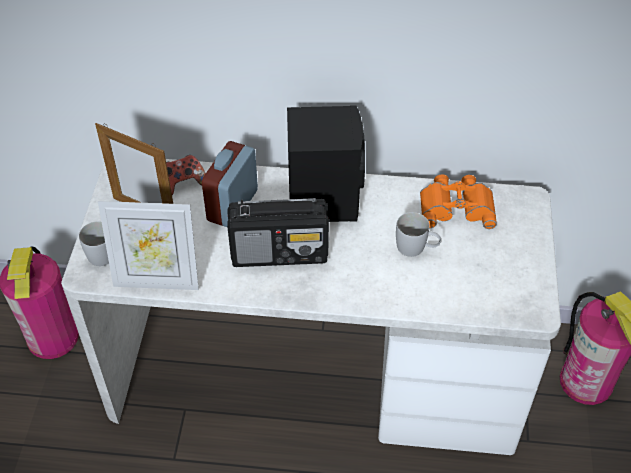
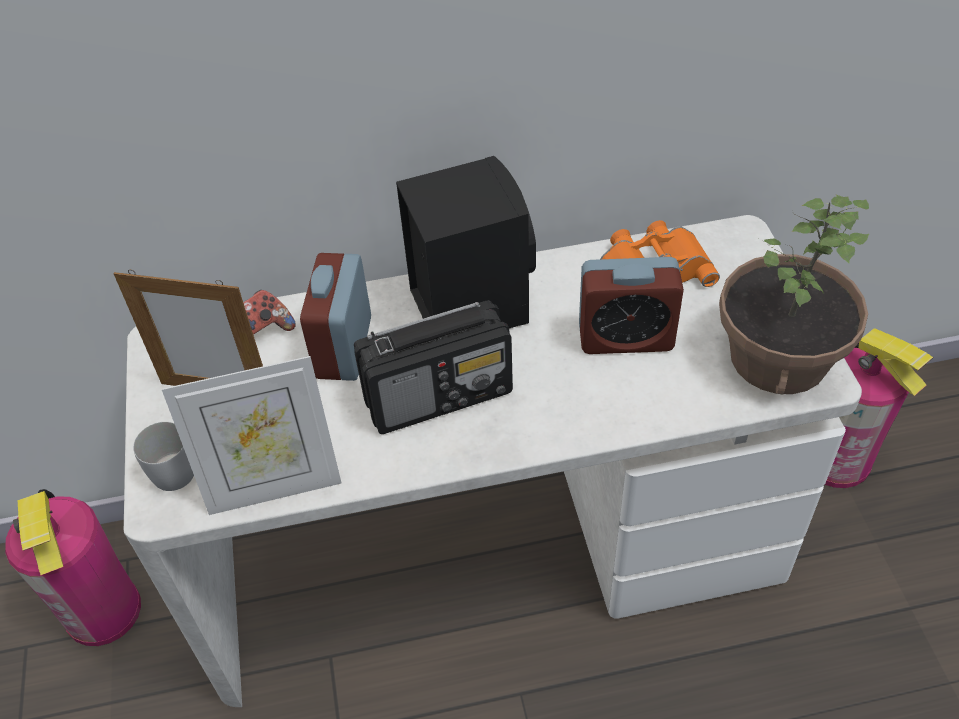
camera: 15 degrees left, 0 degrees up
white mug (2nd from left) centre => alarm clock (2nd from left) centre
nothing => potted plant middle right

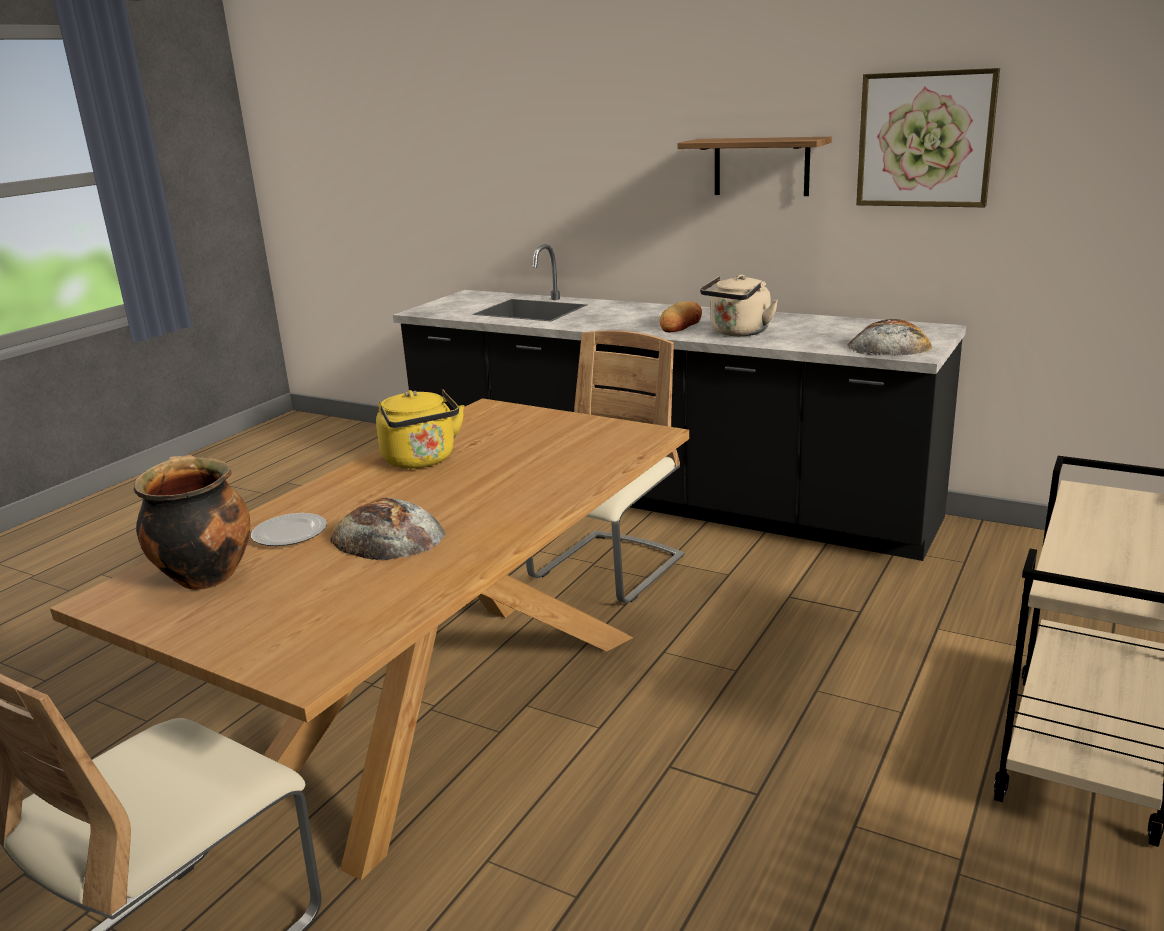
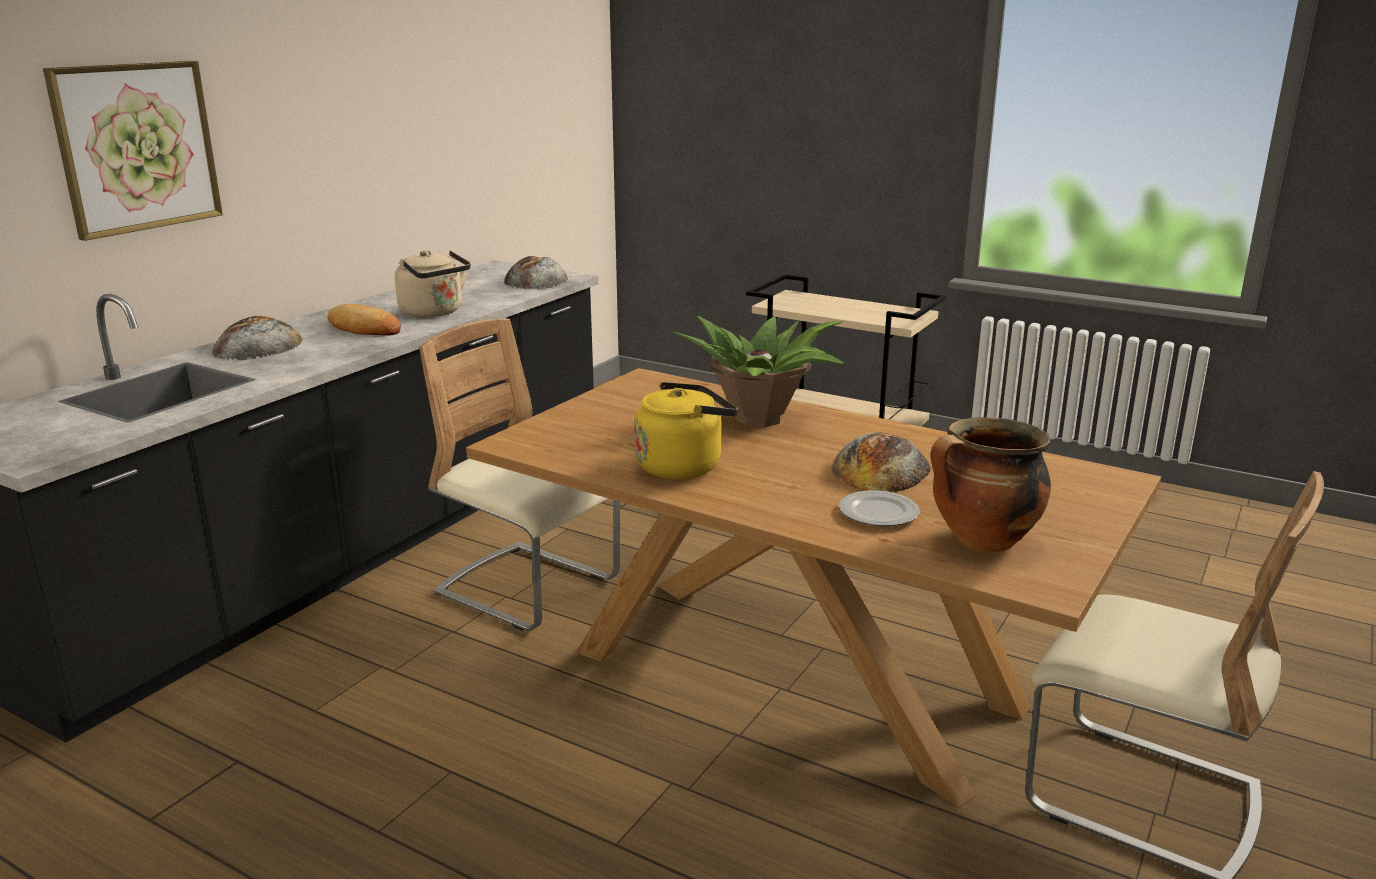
camera: 90 degrees left, 0 degrees up
shelf top centre => nothing
picture top right => picture top left, move
nothing => bread (1st from left) middle left
nothing => potted plant centre

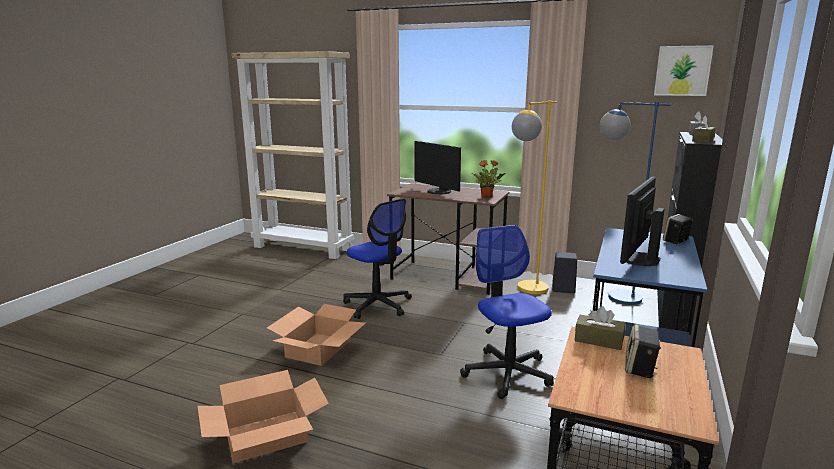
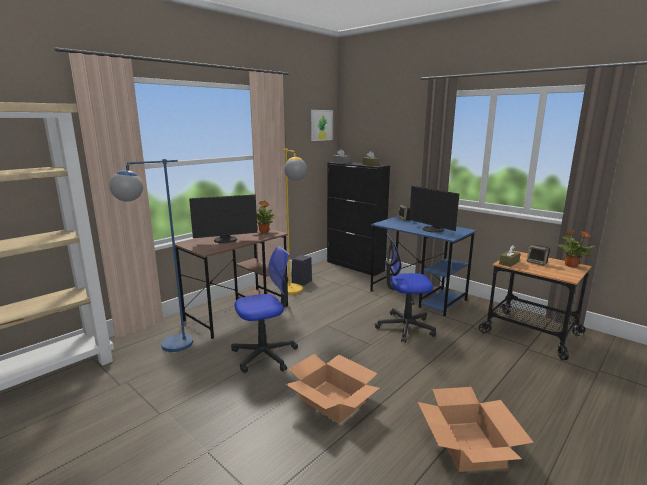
camera: 70 degrees left, 0 degrees up
blue floor lamp middle right => blue floor lamp middle left, move
nothing => potted plant (2nd from left) middle right

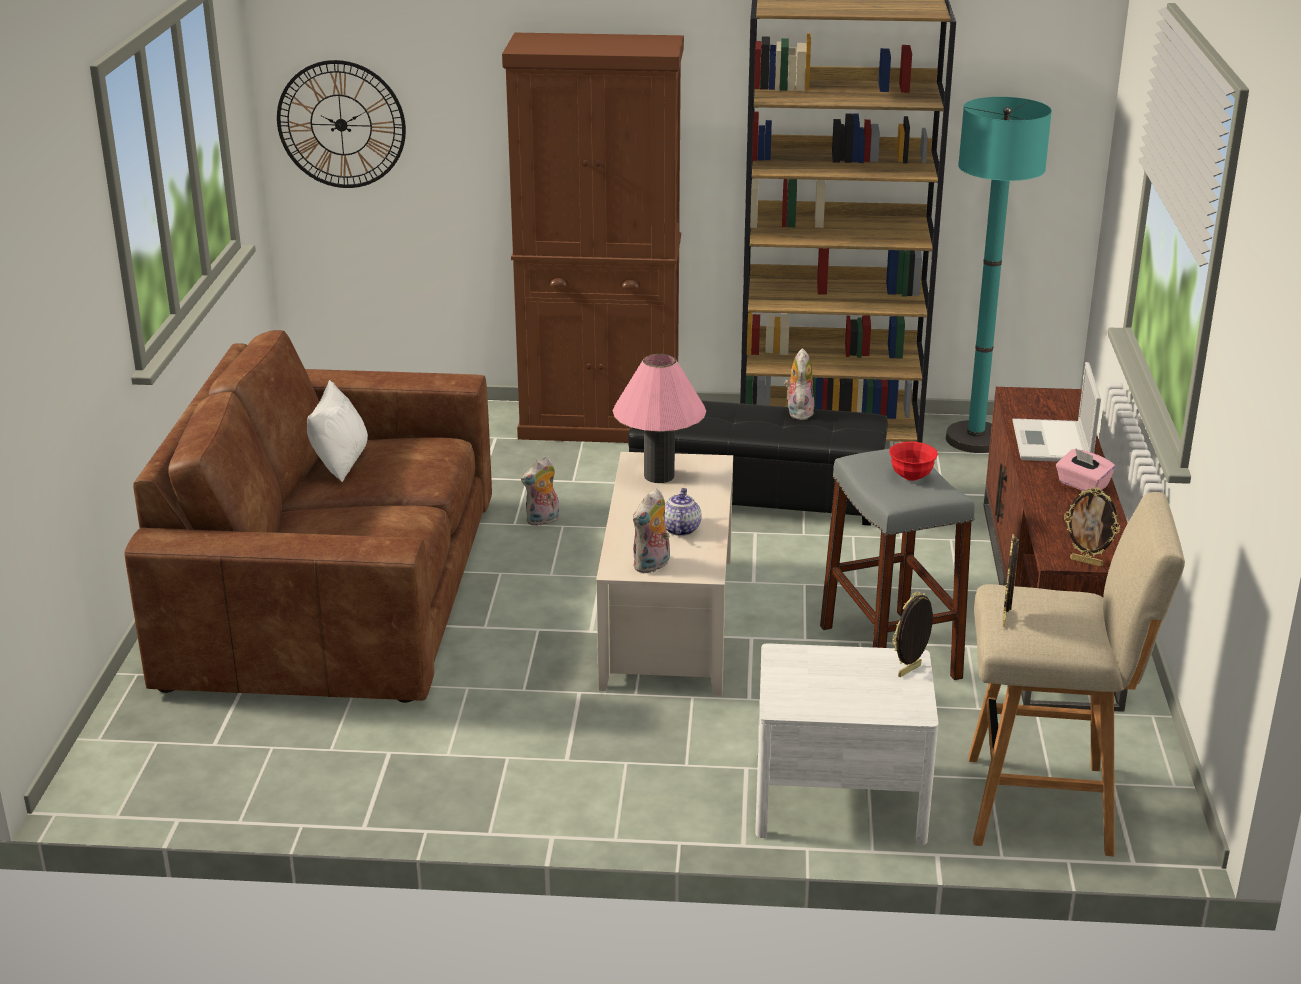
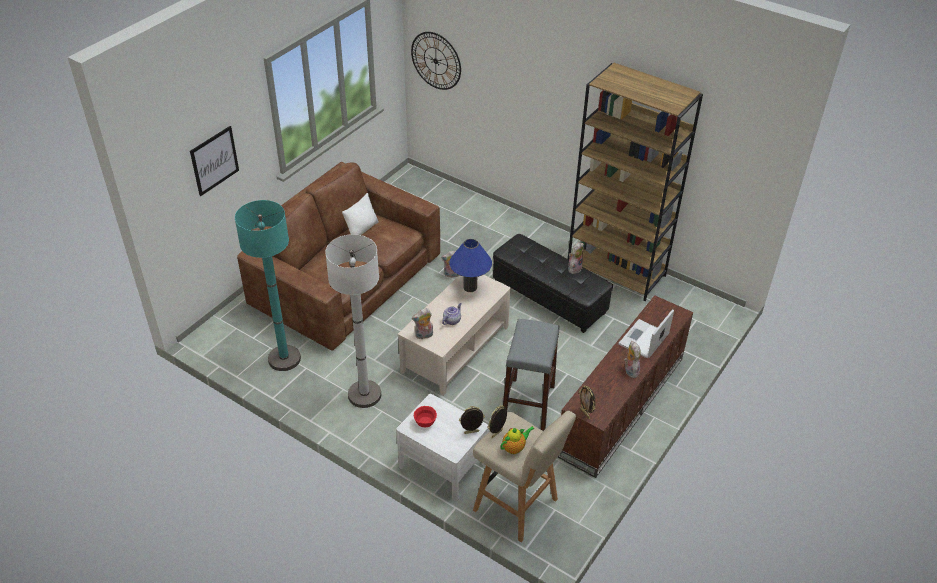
camera: 30 degrees right, 15 degrees up
brown cabinet top centre => nothing
pink table lamp centre => blue table lamp centre
red bowl middle right => red bowl bottom centre, move
turquoise floor lamp top right => turquoise floor lamp middle left, move
pink tissue box middle right => plush toy (4th from left) middle right
nothing => picture top left
nothing => white floor lamp centre
nothing => teapot (2nd from left) bottom centre

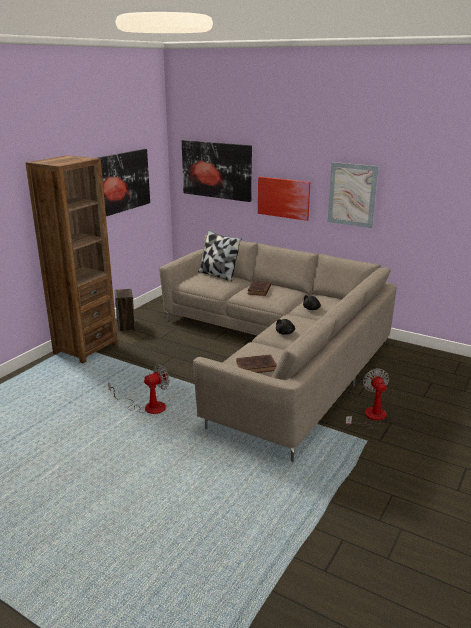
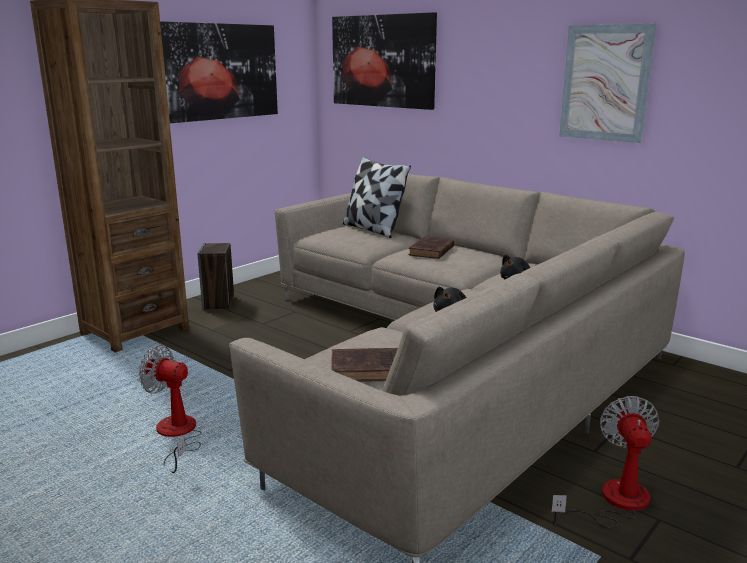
camera: 10 degrees right, 5 degrees down
fan (1st from left) middle left => fan (1st from left) bottom left, 135 degrees counterclockwise
picture (3rd from left) top centre => nothing

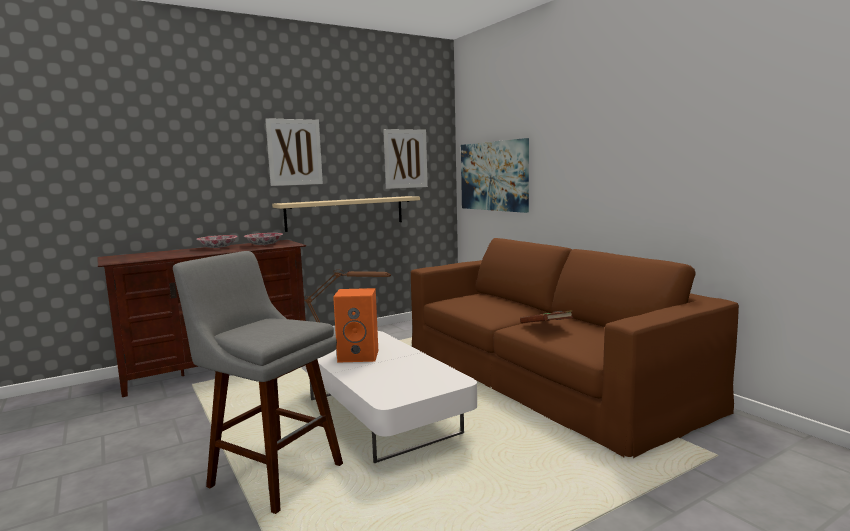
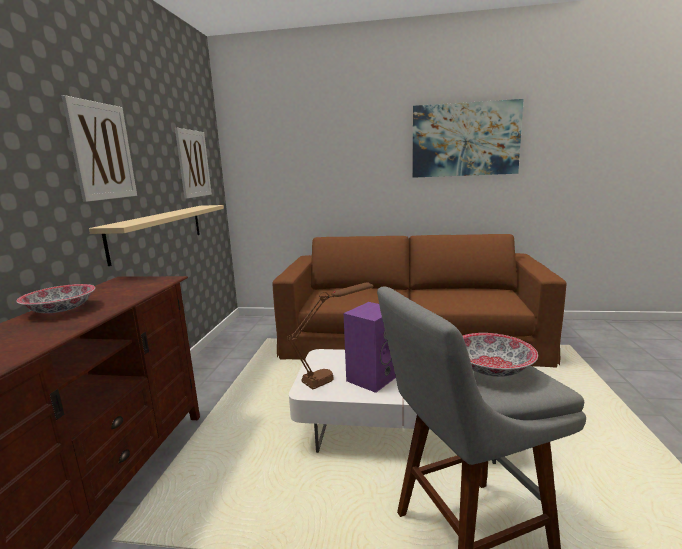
camera: 50 degrees left, 5 degrees up
bowl (2nd from left) middle left => bowl (2nd from left) middle right, move
orange speaker centre => purple speaker centre
picture (3rd from left) top centre => picture (3rd from left) top right, move
brown book centre => nothing

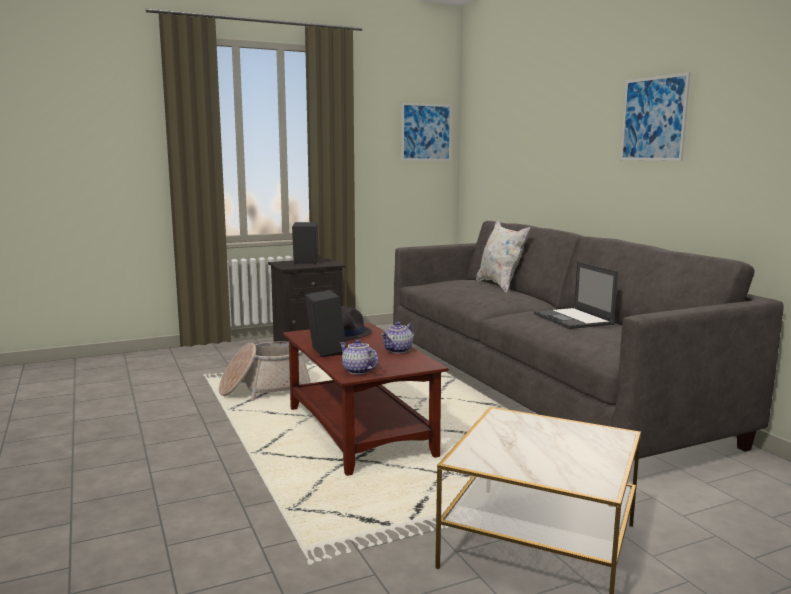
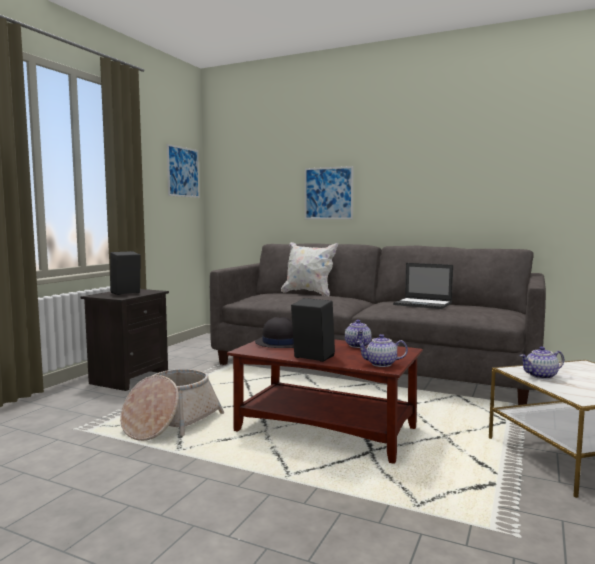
camera: 40 degrees left, 5 degrees down
picture (2nd from left) top right => picture (2nd from left) centre, move
nothing => teapot (3rd from left) middle right

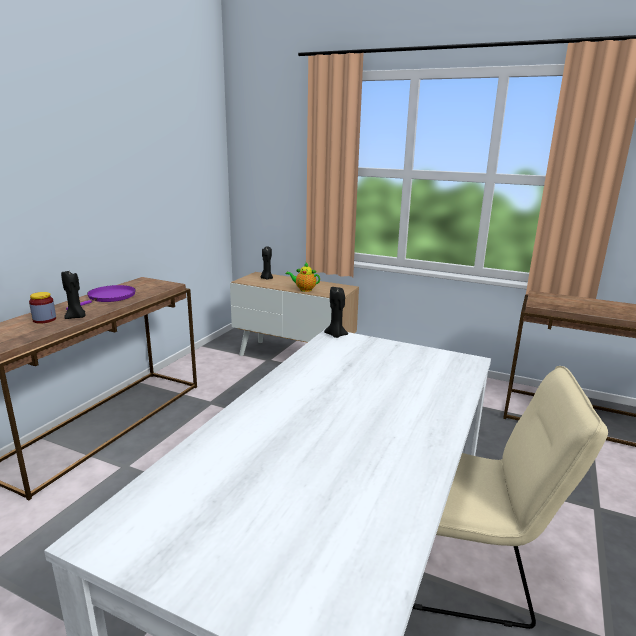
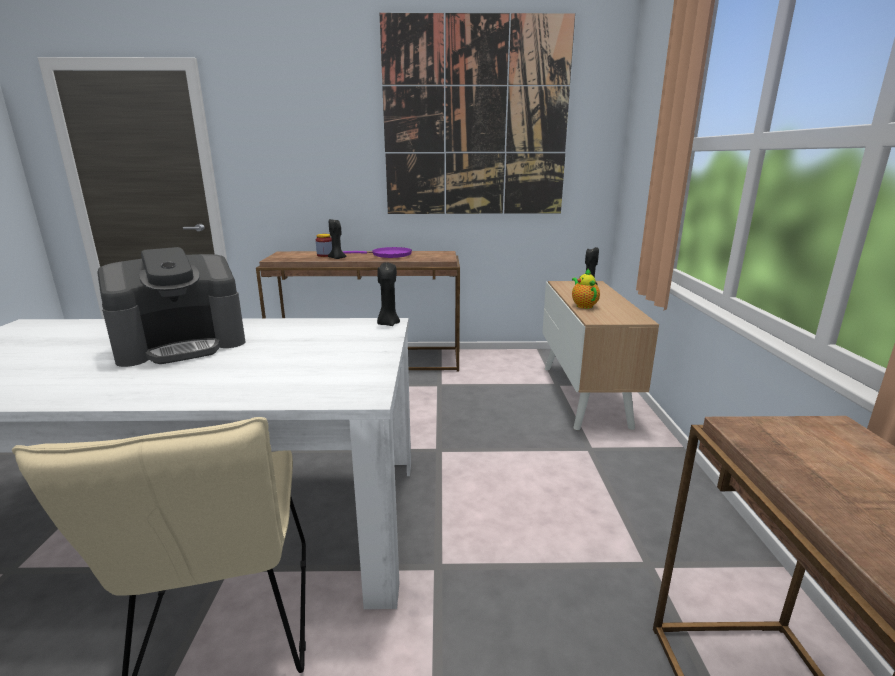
camera: 65 degrees right, 0 degrees up
nothing => coffee machine middle left
nothing => picture top centre

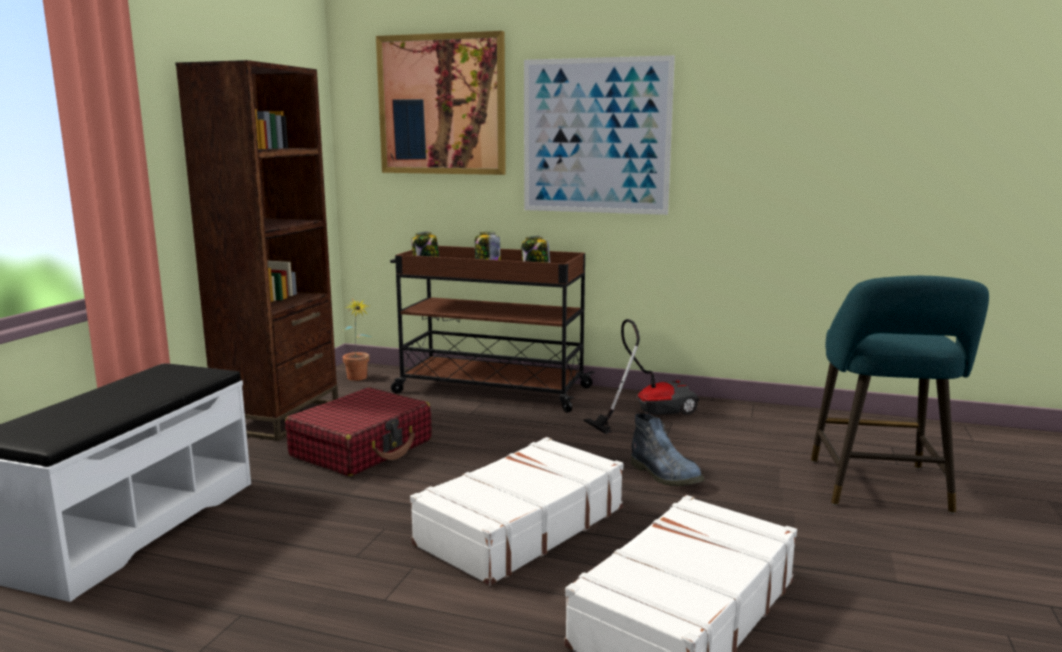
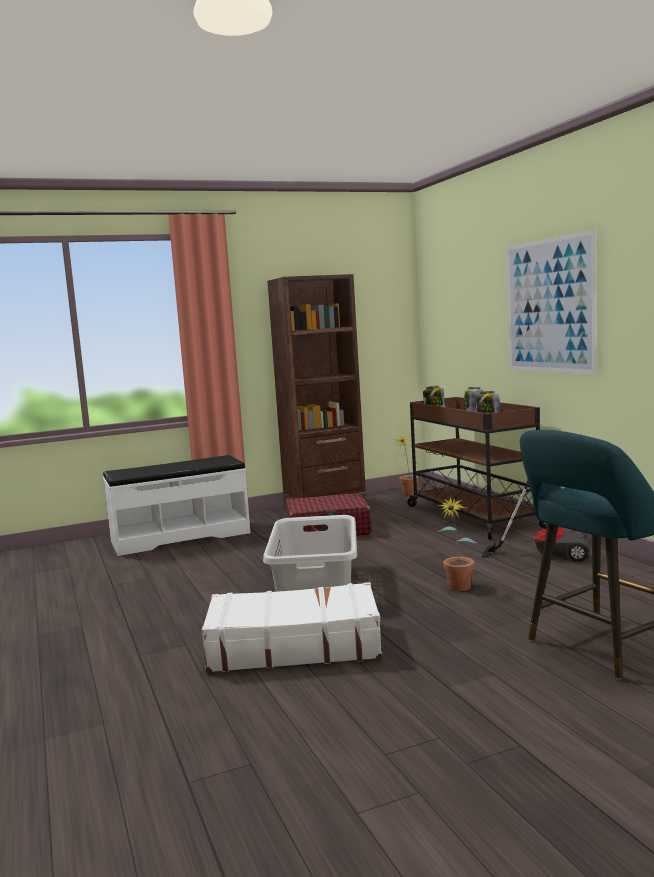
camera: 50 degrees right, 5 degrees down
picture (1st from left) top centre => nothing
white suitcase (1st from left) bottom centre => grey laundry basket centre
boot bottom centre => potted plant (2nd from left) middle right

